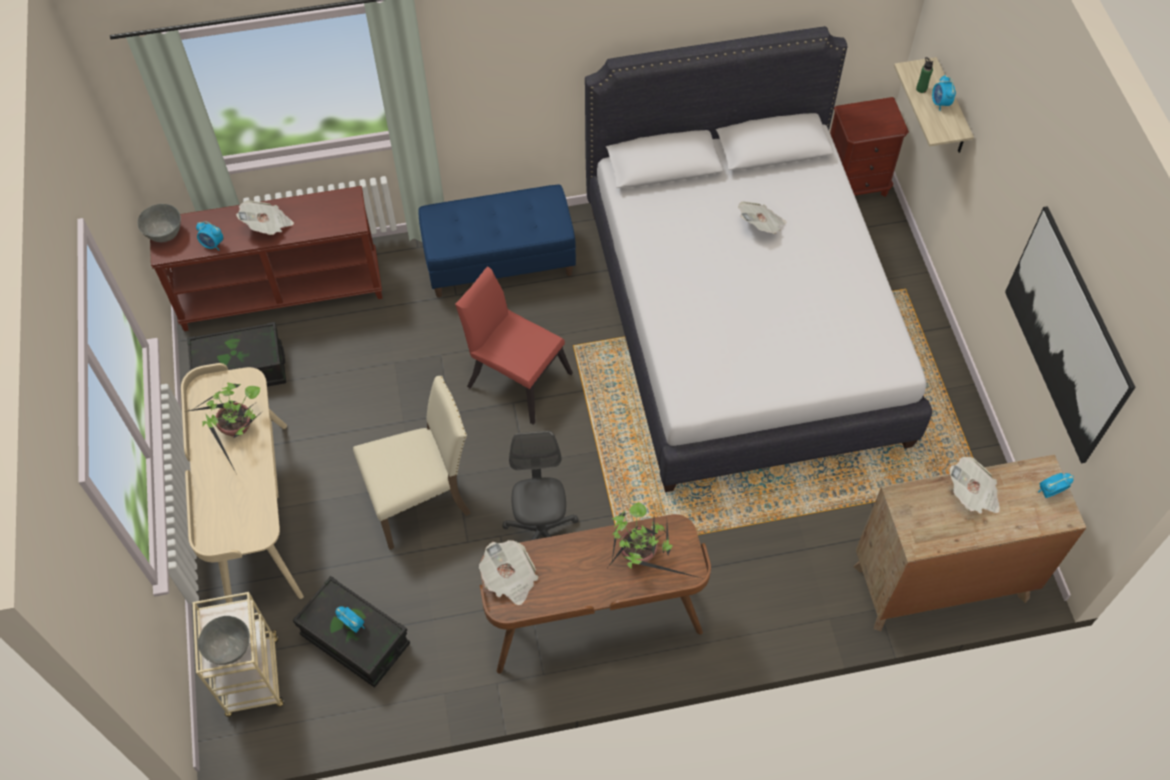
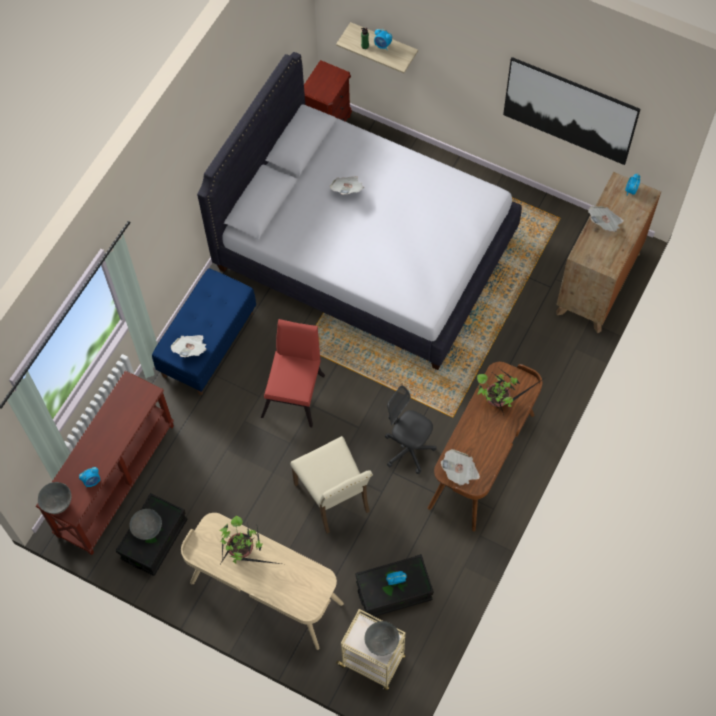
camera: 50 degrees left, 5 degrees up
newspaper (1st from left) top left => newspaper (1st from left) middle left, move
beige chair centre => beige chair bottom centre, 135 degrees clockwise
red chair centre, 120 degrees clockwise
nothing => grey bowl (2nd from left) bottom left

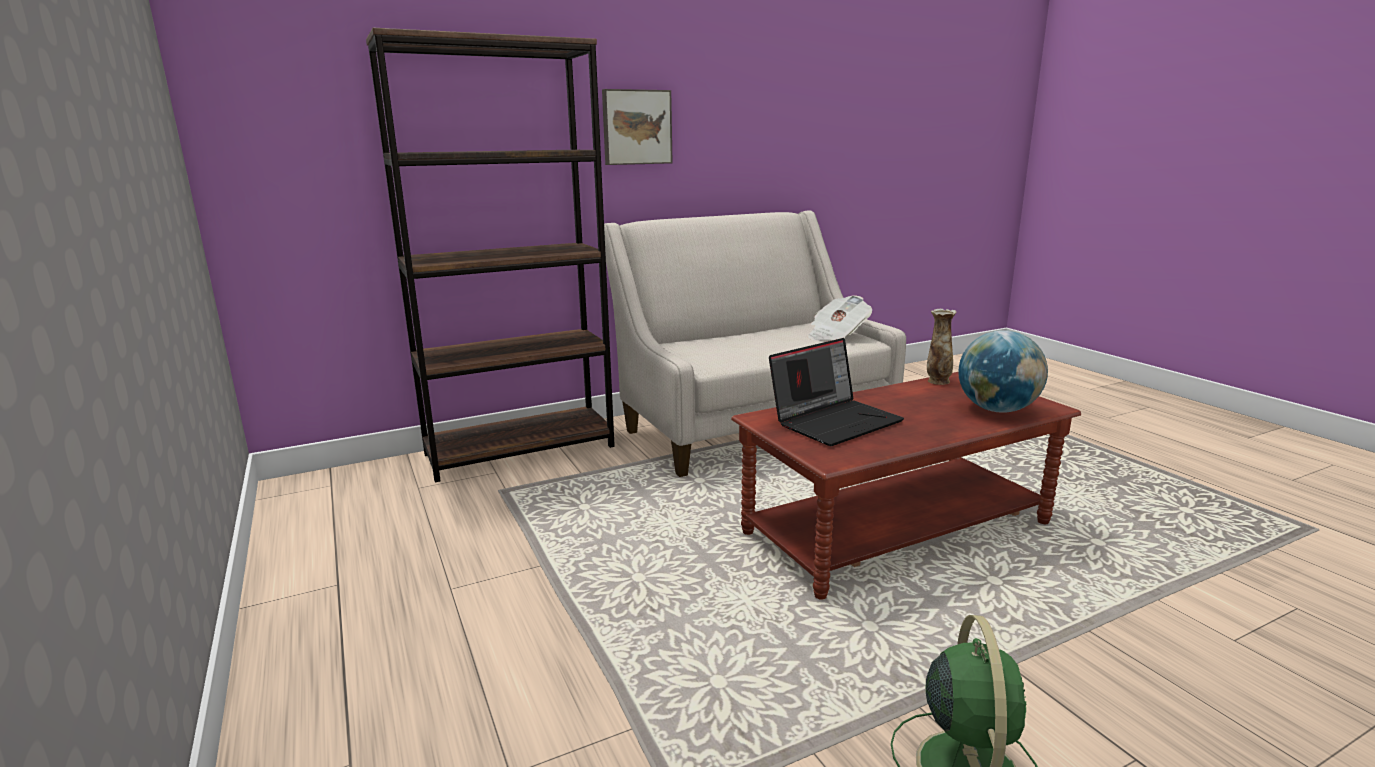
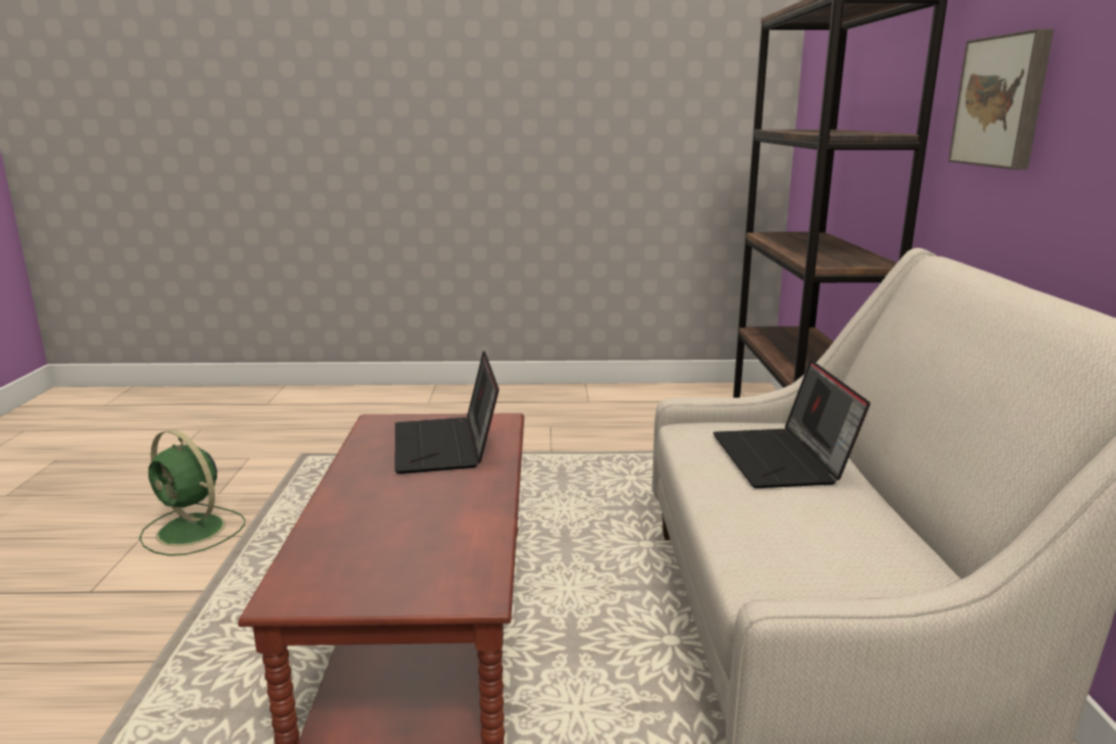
camera: 115 degrees right, 0 degrees up
newspaper centre => nothing
vase middle right => nothing
globe middle right => nothing
nothing => laptop (2nd from left) middle right

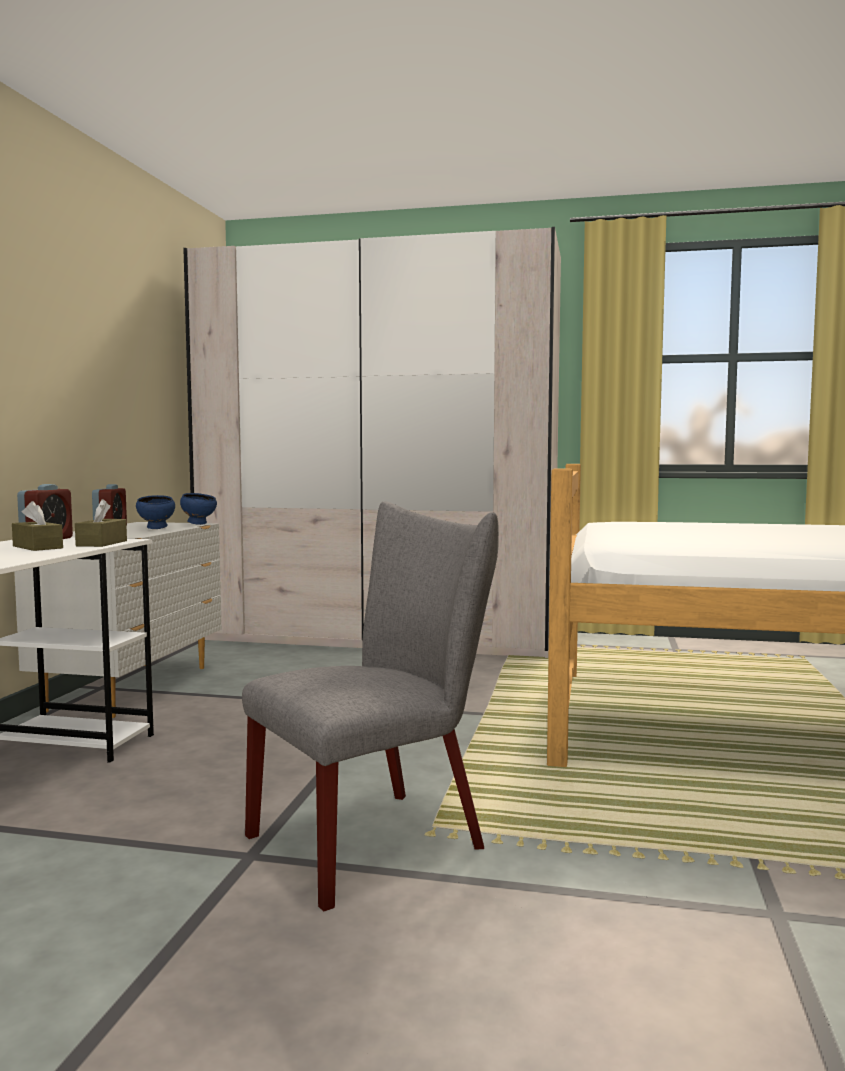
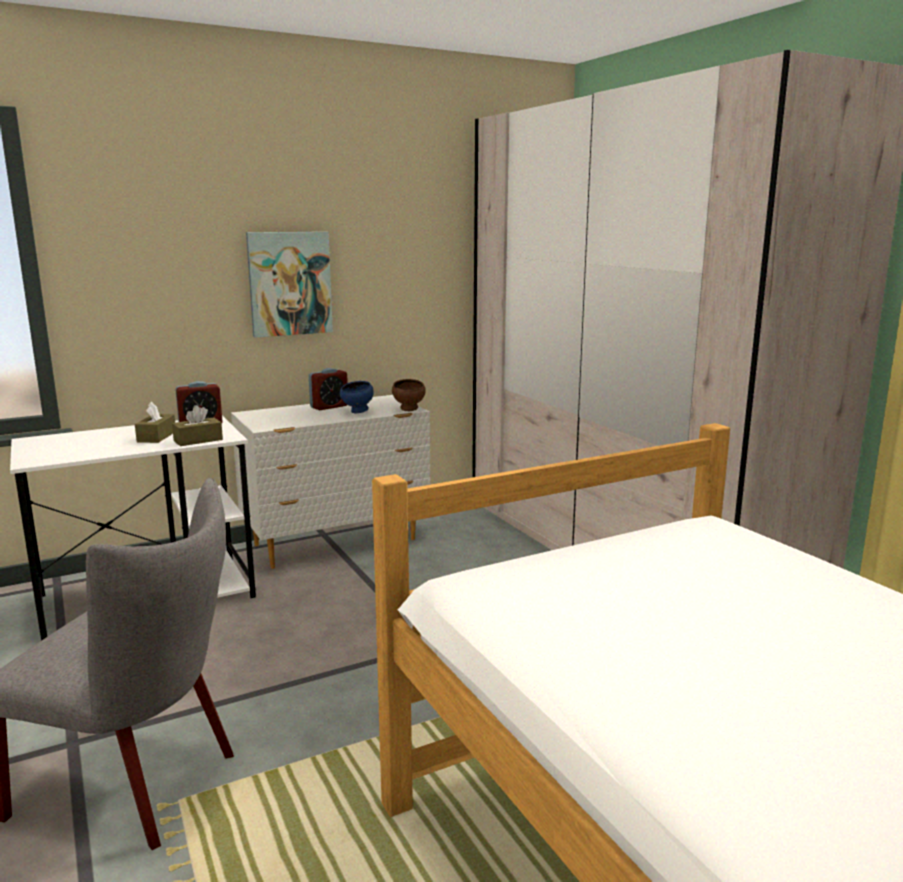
camera: 50 degrees right, 10 degrees up
blue bowl (2nd from left) middle left => brown bowl centre
nothing => picture top left

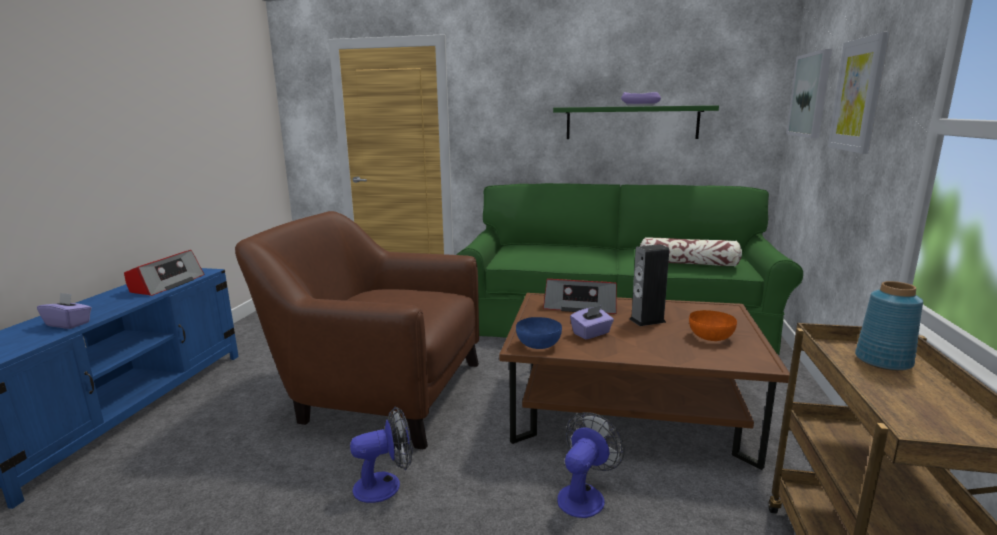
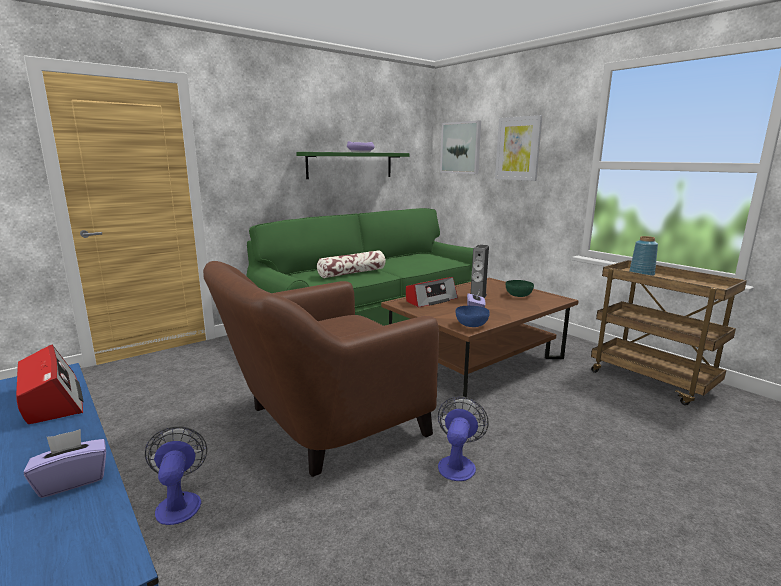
camera: 50 degrees left, 0 degrees up
fan (2nd from left in the first image) bottom centre => fan (1st from left) bottom left, move
pillow middle right => pillow centre, move
orange bowl middle right => green bowl centre

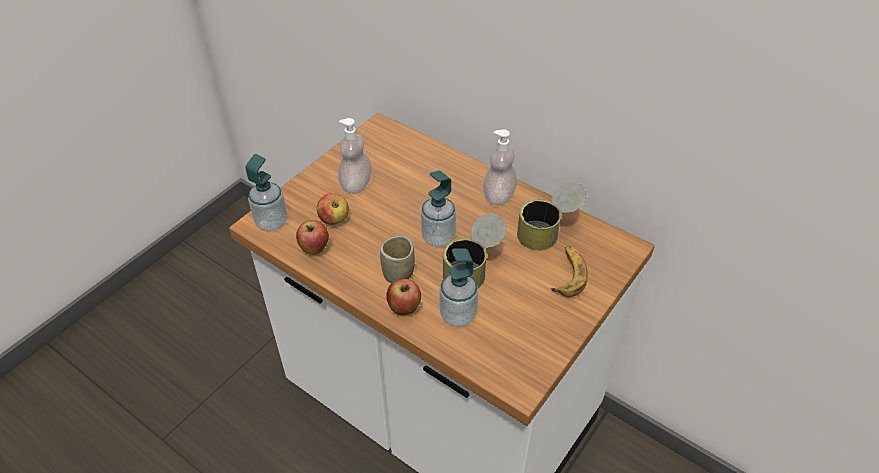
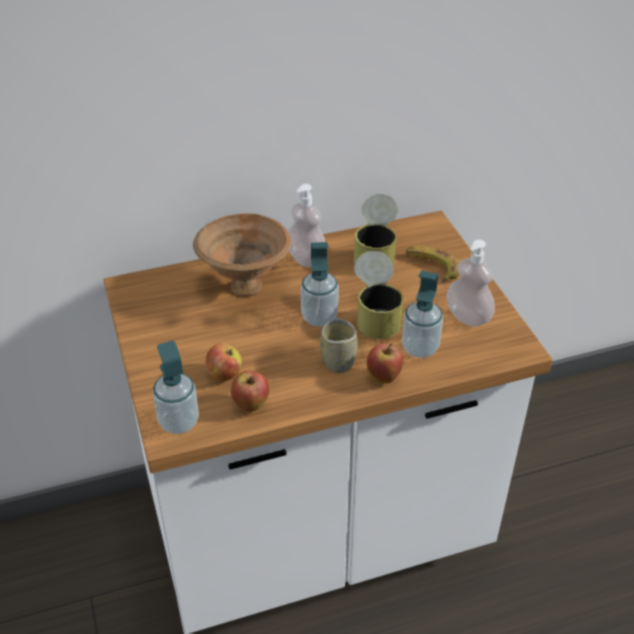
camera: 55 degrees left, 5 degrees down
soap dispenser (2nd from left in the first image) top centre => soap dispenser (5th from left) middle right, move
nothing => brown bowl centre

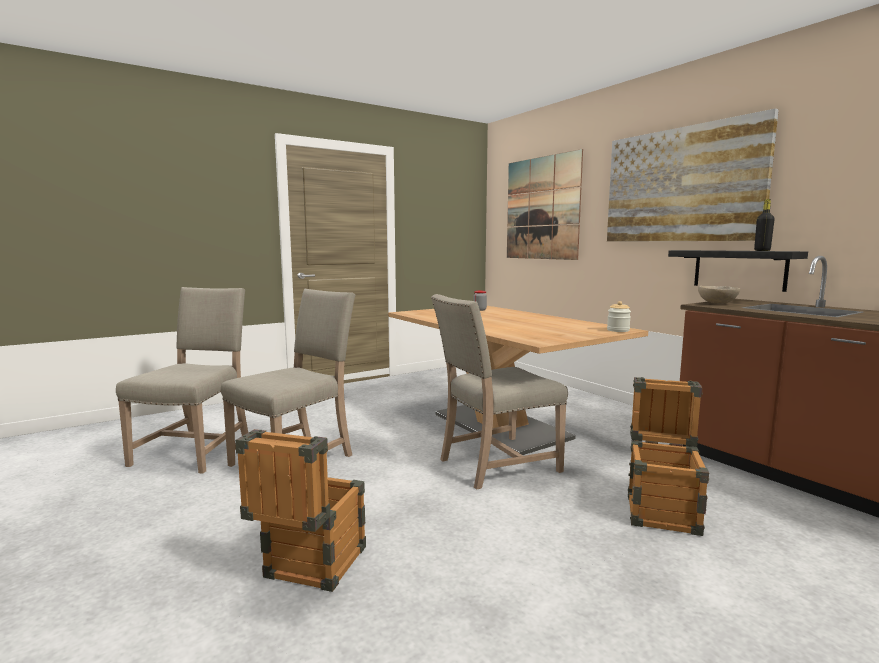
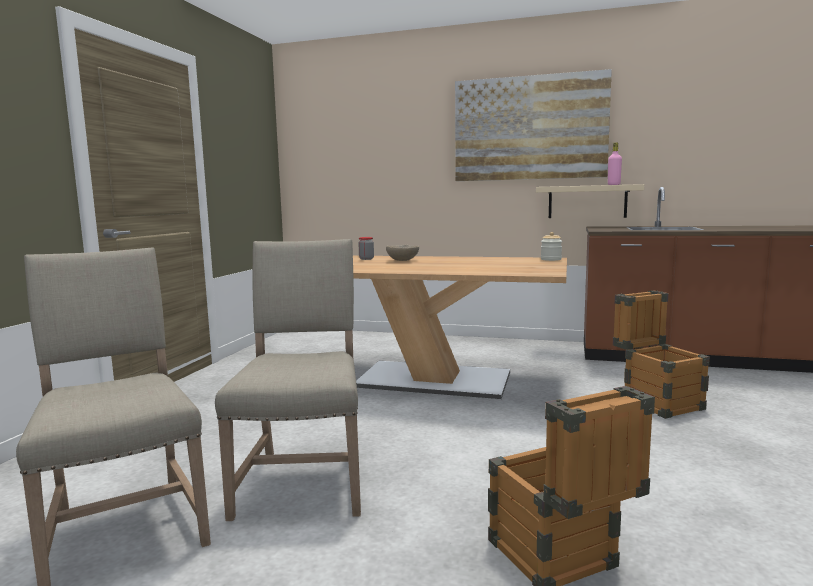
camera: 40 degrees left, 0 degrees up
beige chair (3rd from left) centre => nothing
picture (1st from left) top centre => nothing
black shelf middle right => beige shelf middle right
beige bowl middle right => beige bowl centre, move
black bottle middle right => pink bottle top right

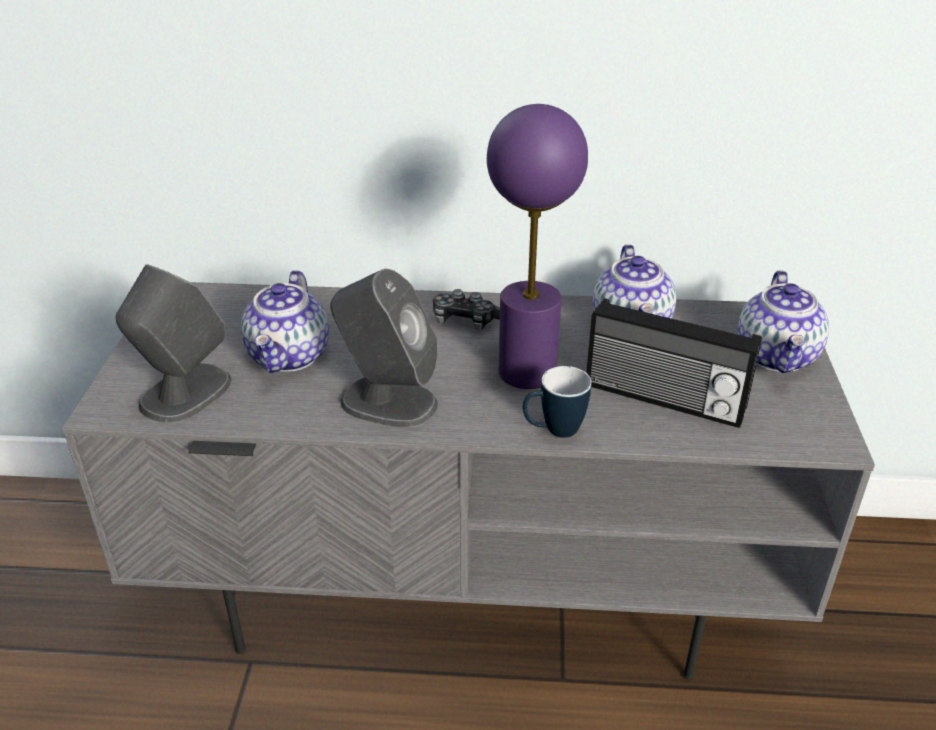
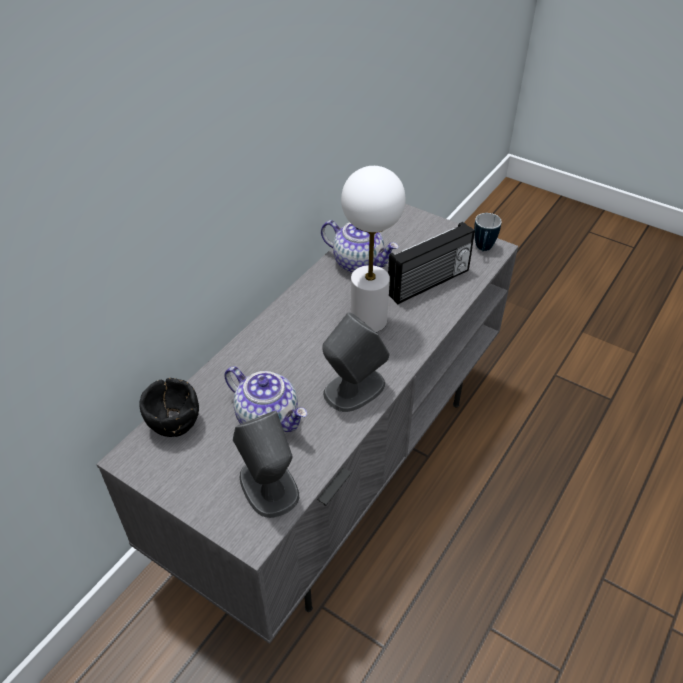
camera: 60 degrees left, 10 degrees up
game controller centre => nothing
purple table lamp centre => white table lamp centre
mug centre => mug middle right, move
teapot (3rd from left) middle right => nothing
nothing => black bowl middle left

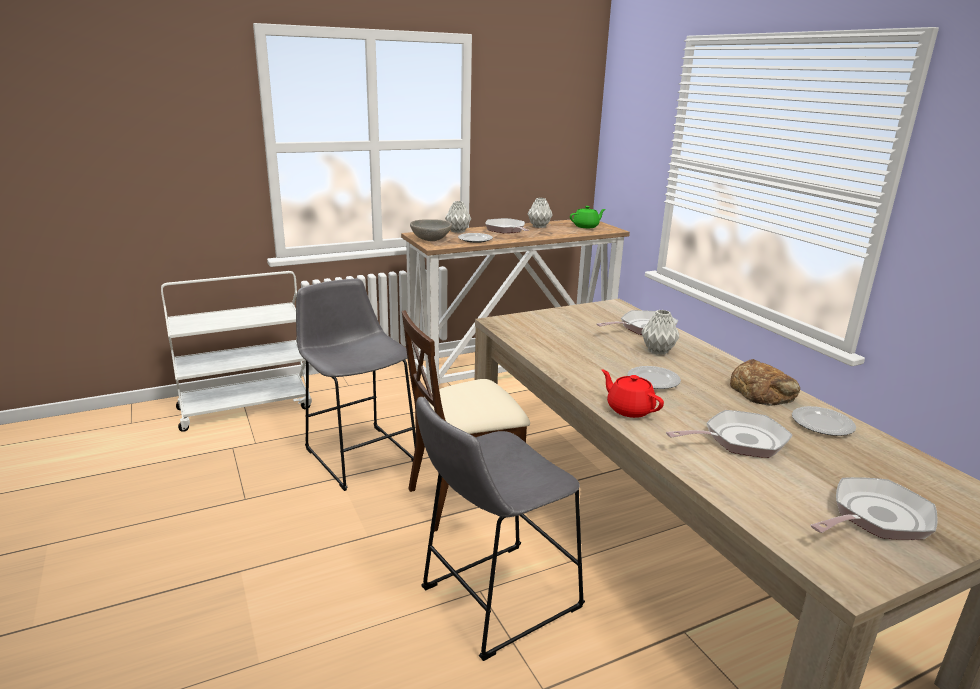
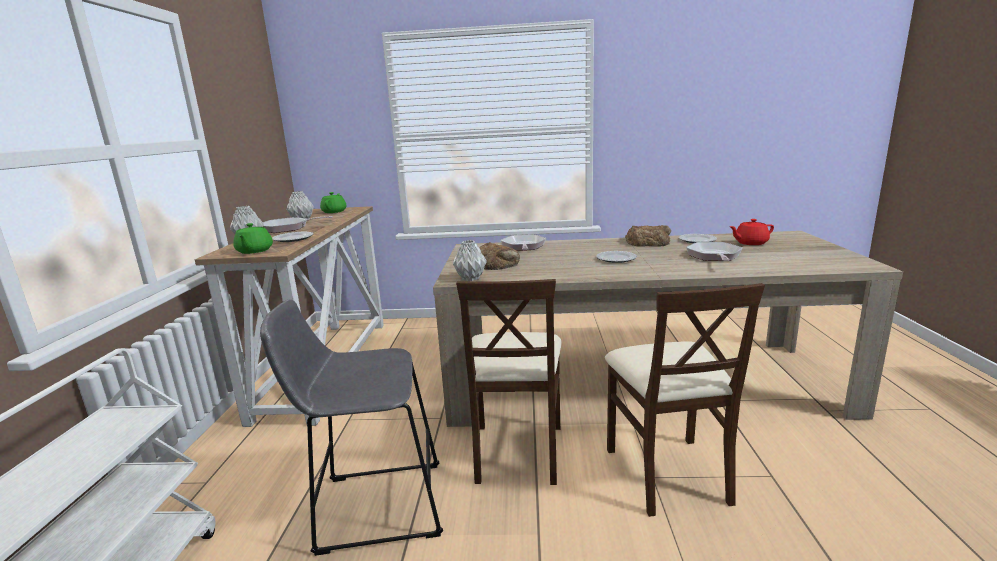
camera: 60 degrees left, 5 degrees down
grey bowl centre => green teapot (1st from left) middle left
grey stool (2nd from left) bottom centre => beige chair (2nd from left) bottom right
red teapot centre => red teapot middle right, move
grey vase (3rd from left) middle right => grey vase (3rd from left) centre, move
frying pan (4th from left) bottom right => nothing
nothing => bread (1st from left) centre

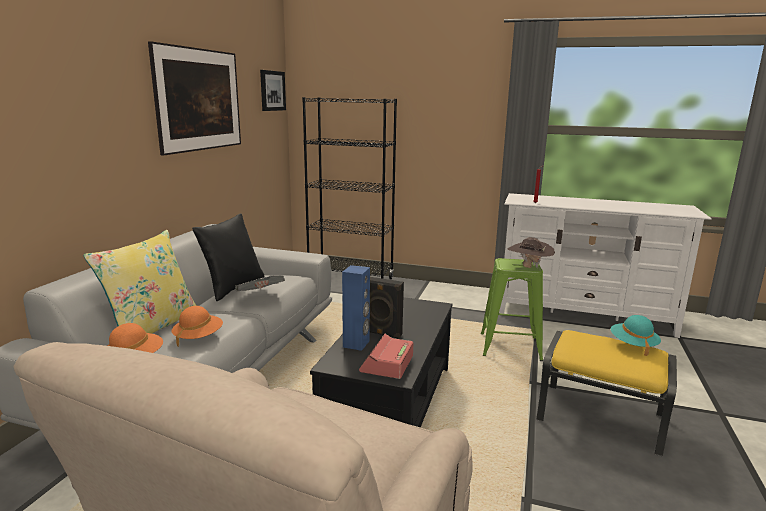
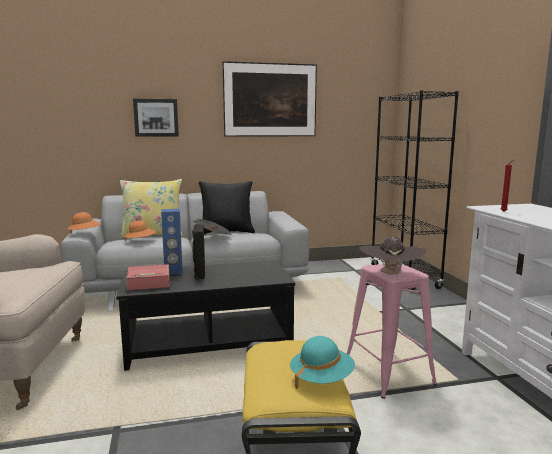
camera: 60 degrees right, 5 degrees down
picture (2nd from left in the first image) top centre => picture (1st from left) top left, move
green stool middle right => pink stool bottom right

